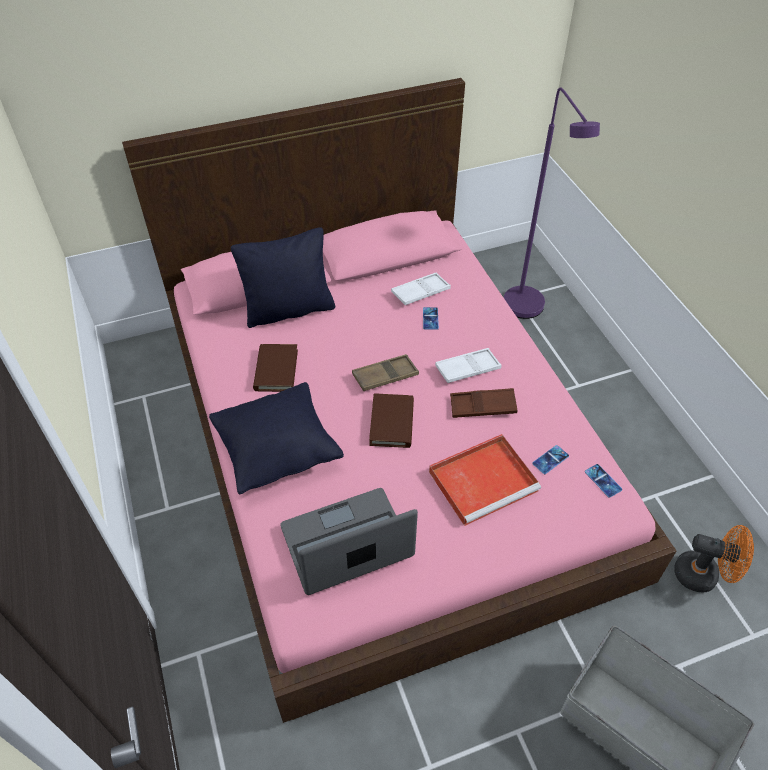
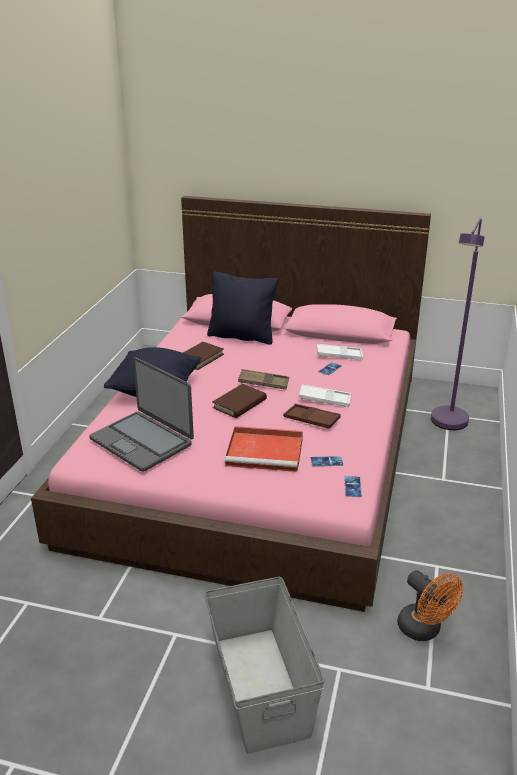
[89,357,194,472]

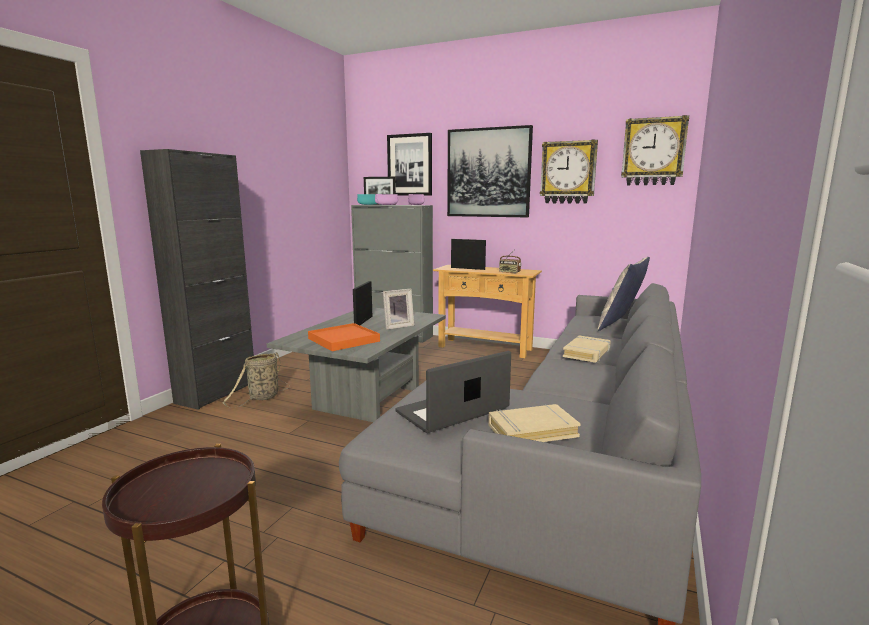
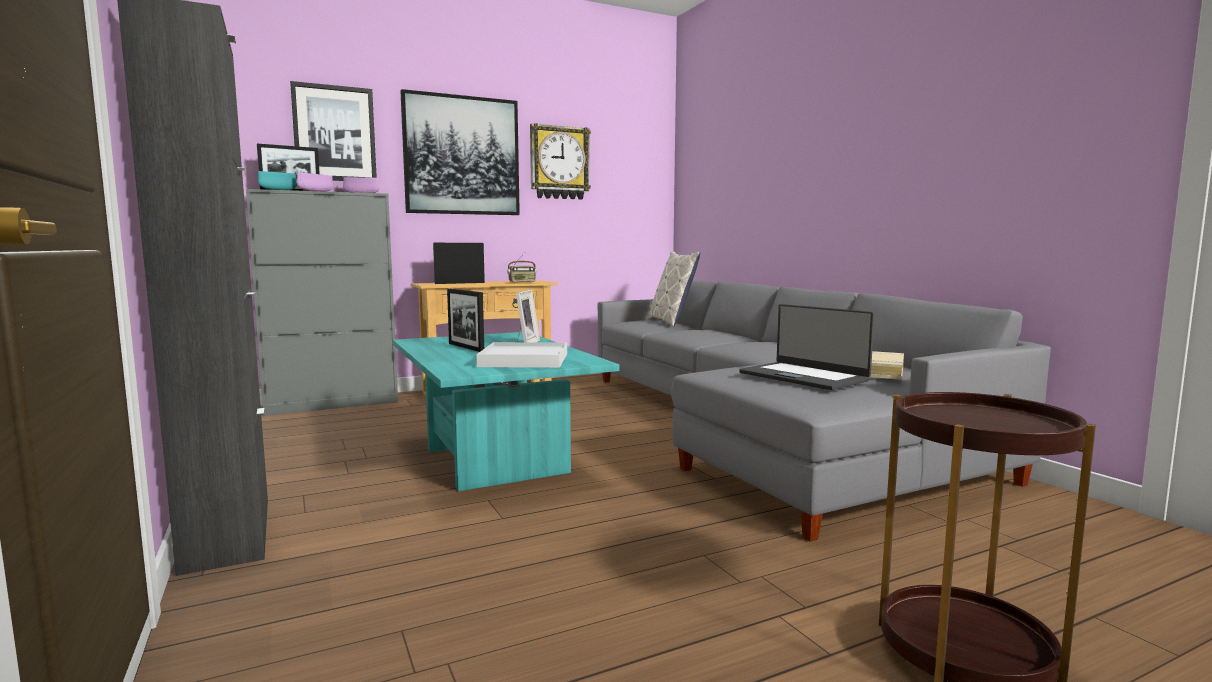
[621,115,689,185] (first image)
[393,332,619,491]
[476,342,567,368]
[563,335,611,363] (first image)
[739,304,875,390]
[223,352,290,408] (first image)

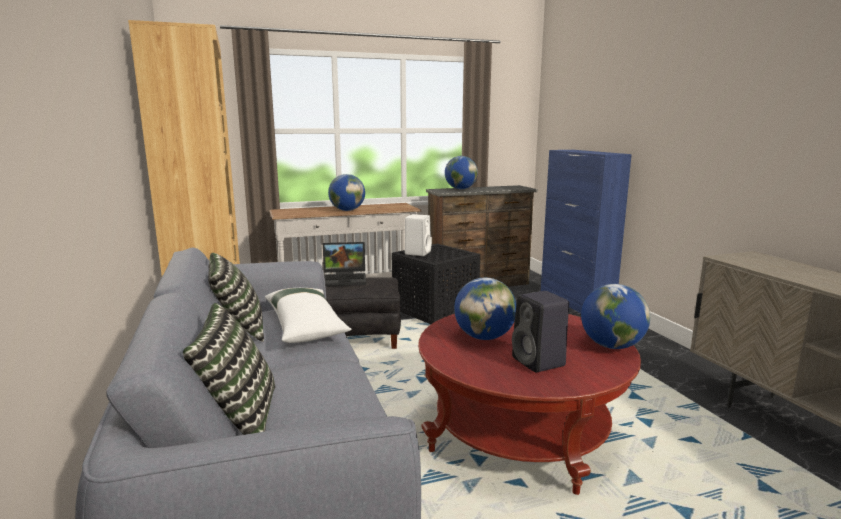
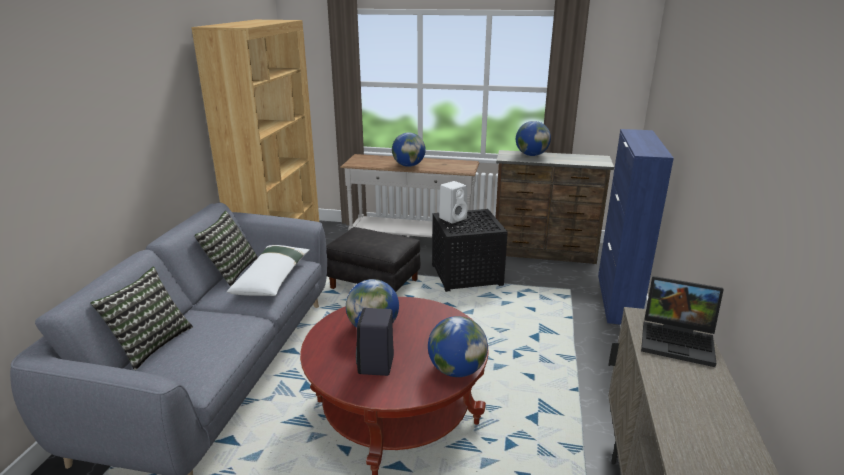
[641,276,724,367]

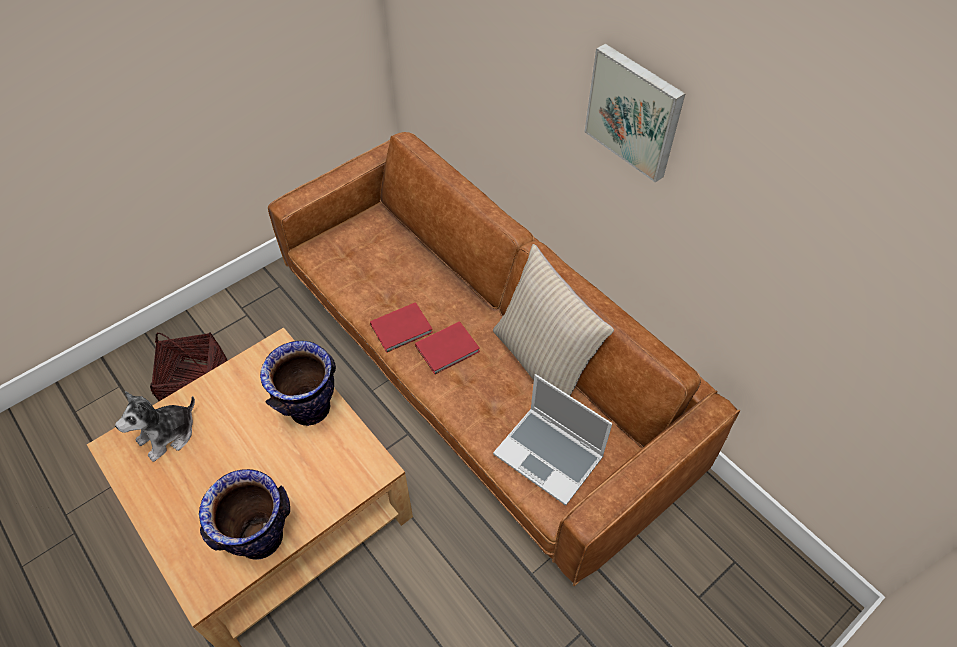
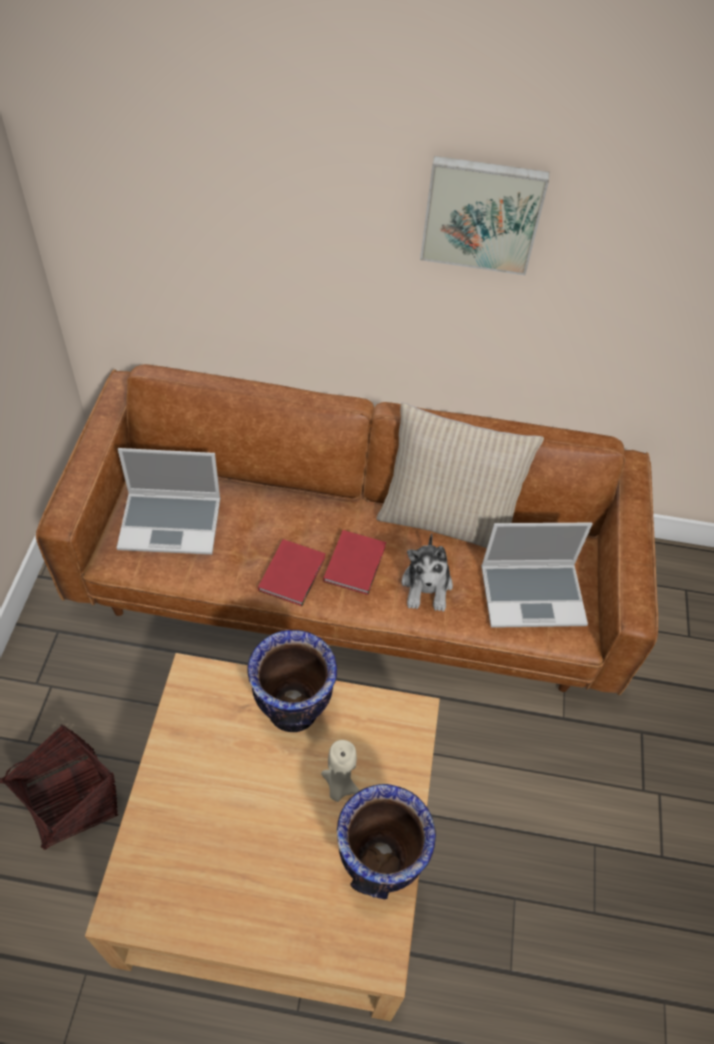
[402,533,453,611]
[117,448,220,555]
[321,740,360,802]

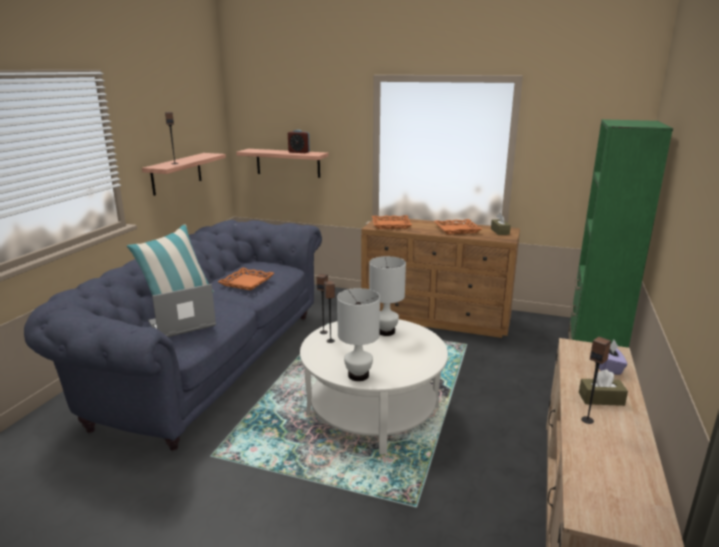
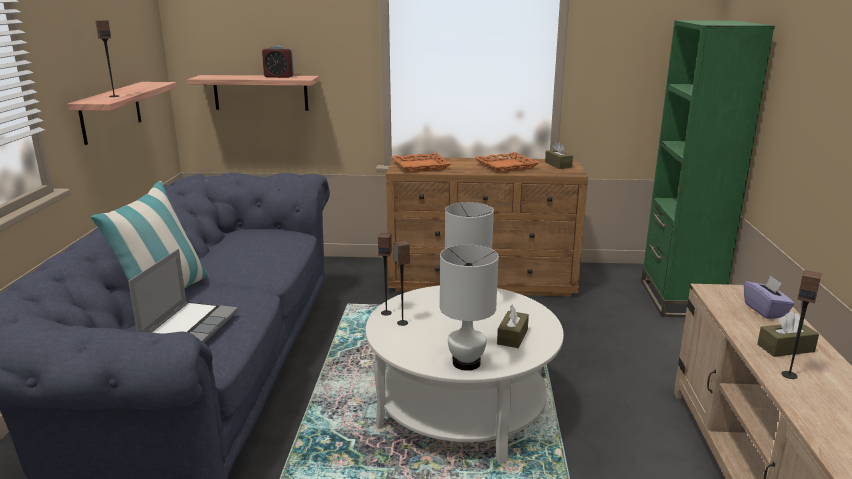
[218,268,274,290] (first image)
[128,249,238,343]
[497,305,529,348]

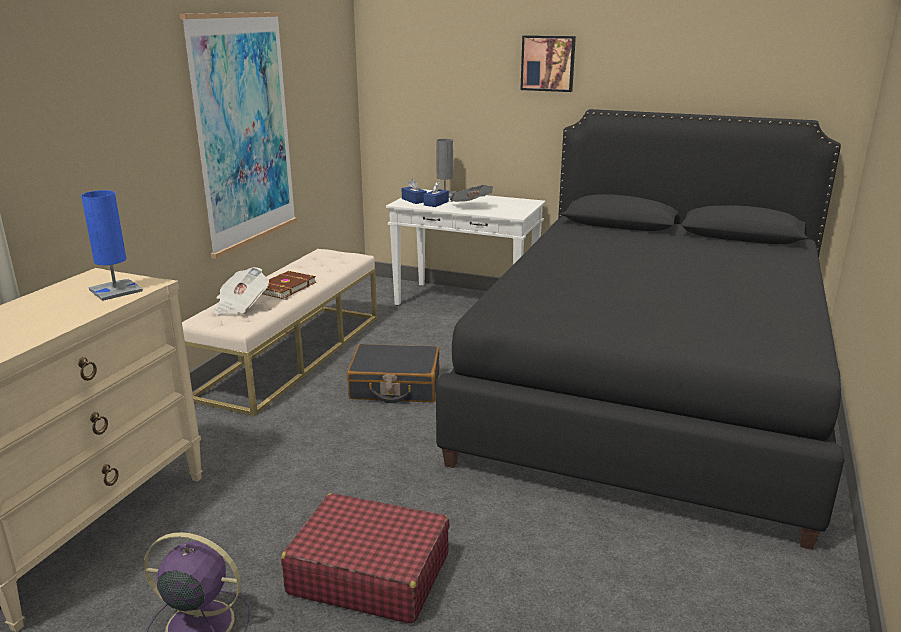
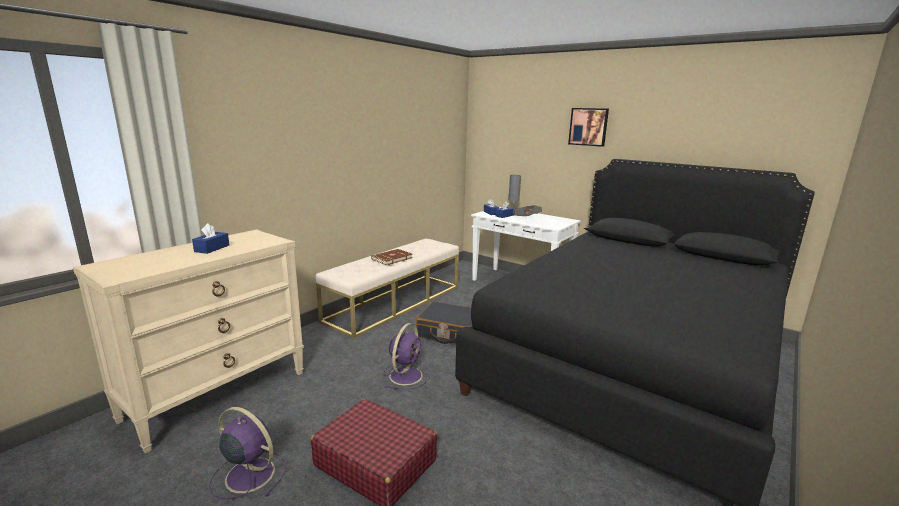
[179,12,297,259] (first image)
[81,190,143,301] (first image)
[213,267,269,315] (first image)
[192,223,229,254]
[384,323,431,390]

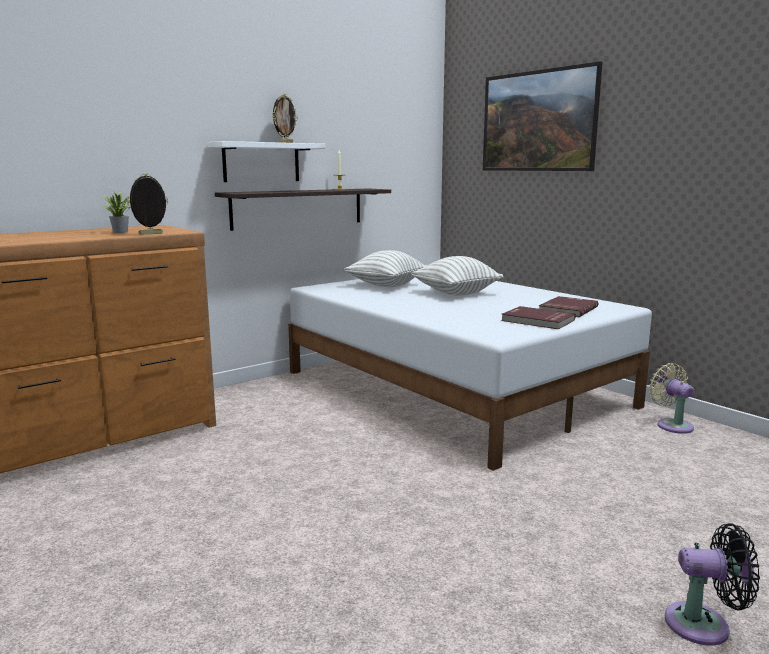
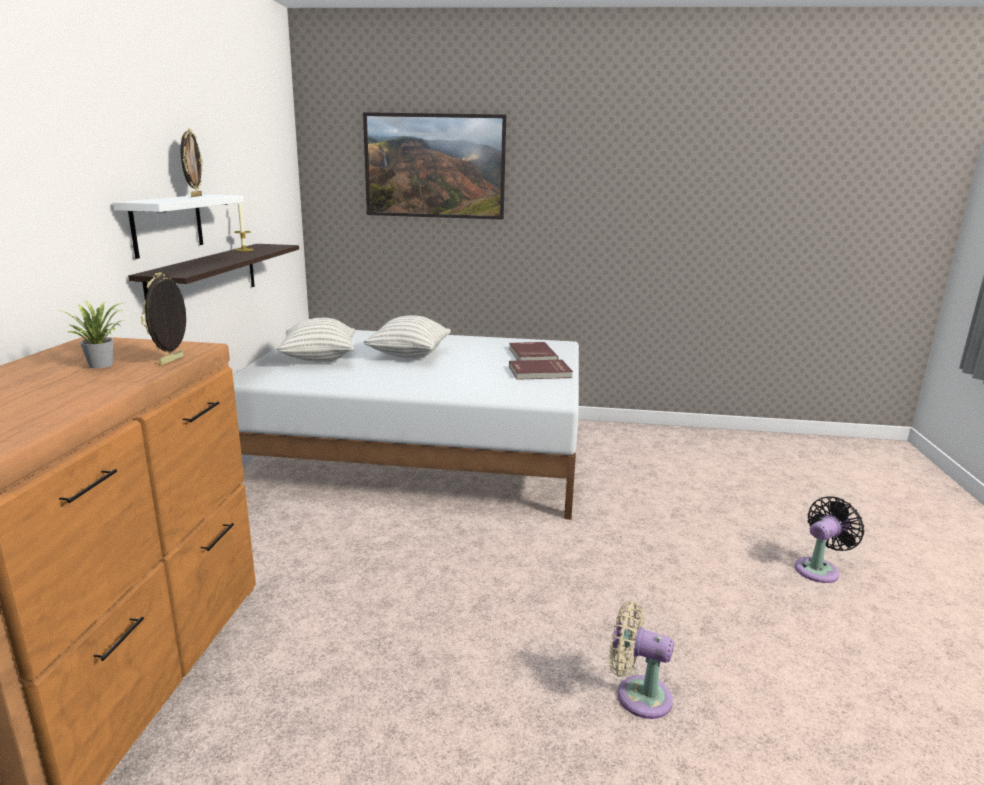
[609,601,674,719]

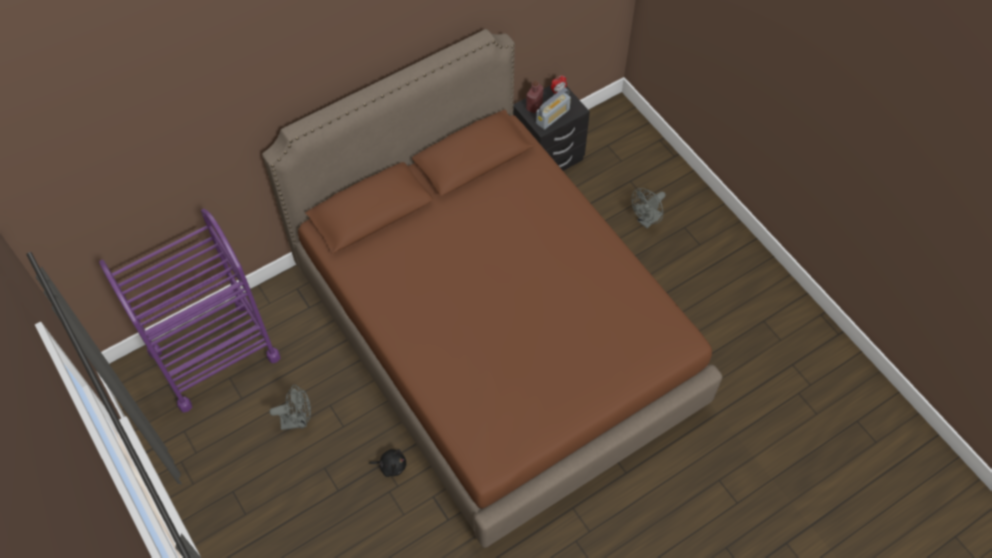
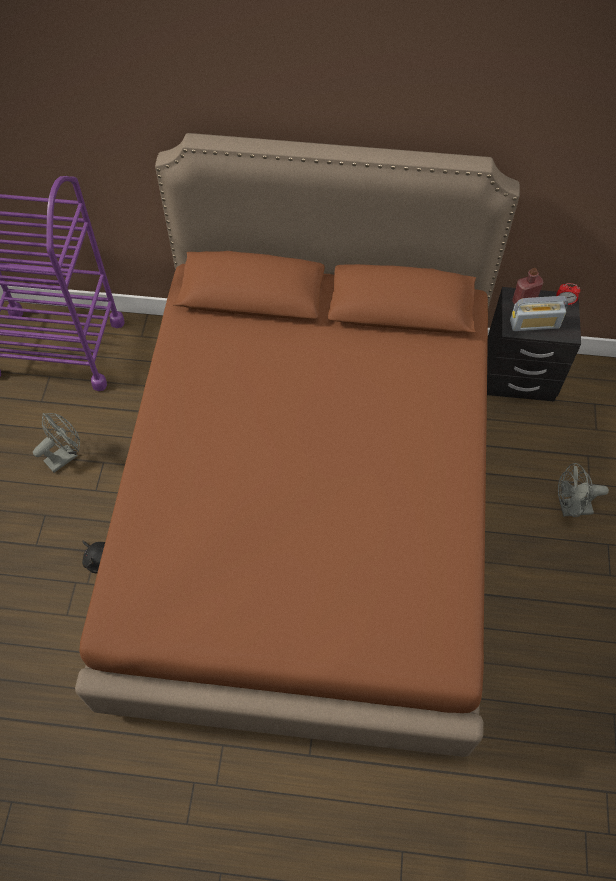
[33,413,80,473]

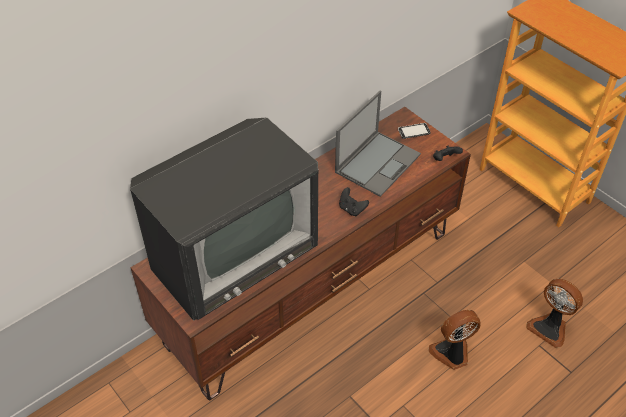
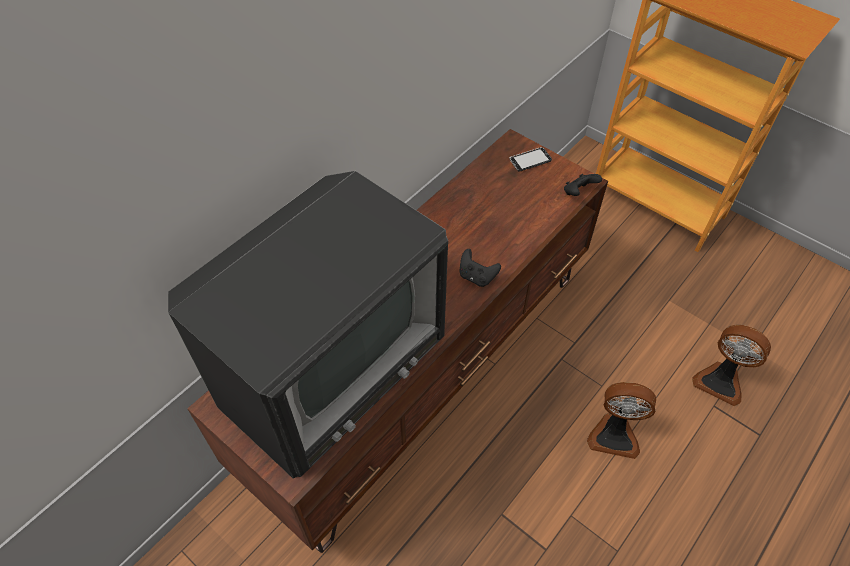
[335,91,421,197] (first image)
[587,382,656,459]

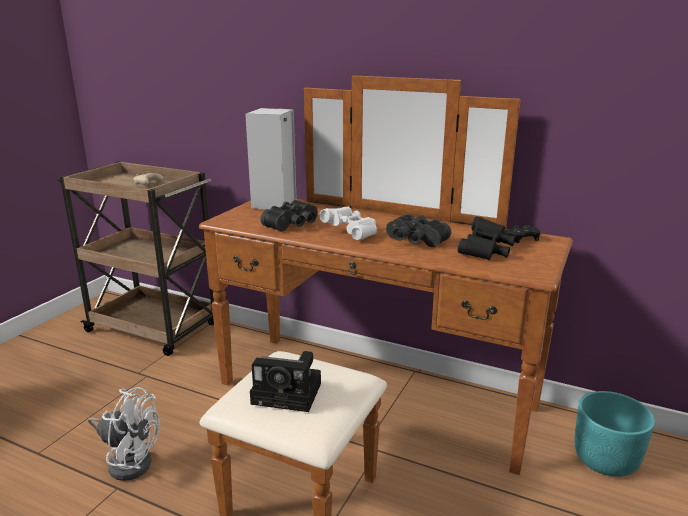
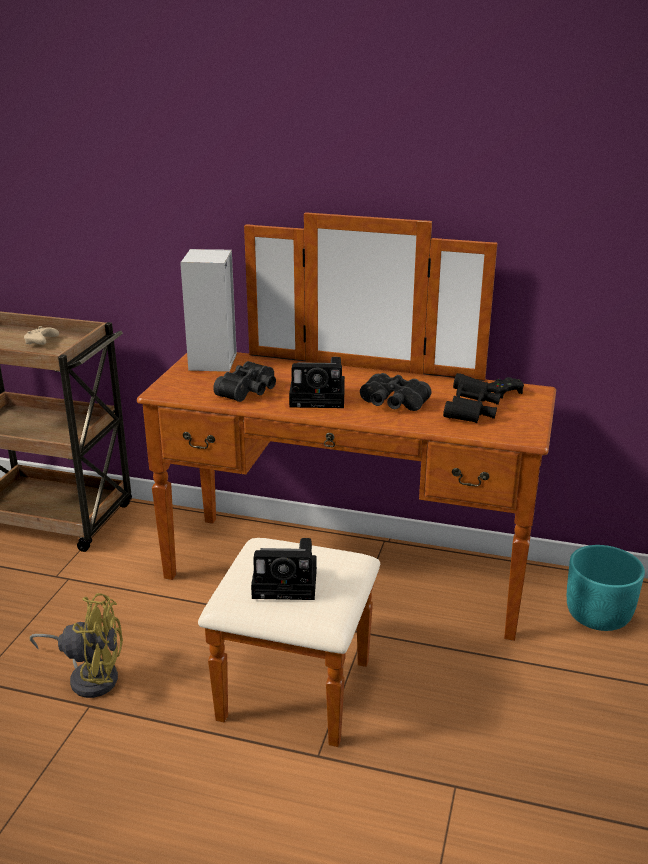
[289,357,345,408]
[30,593,123,698]

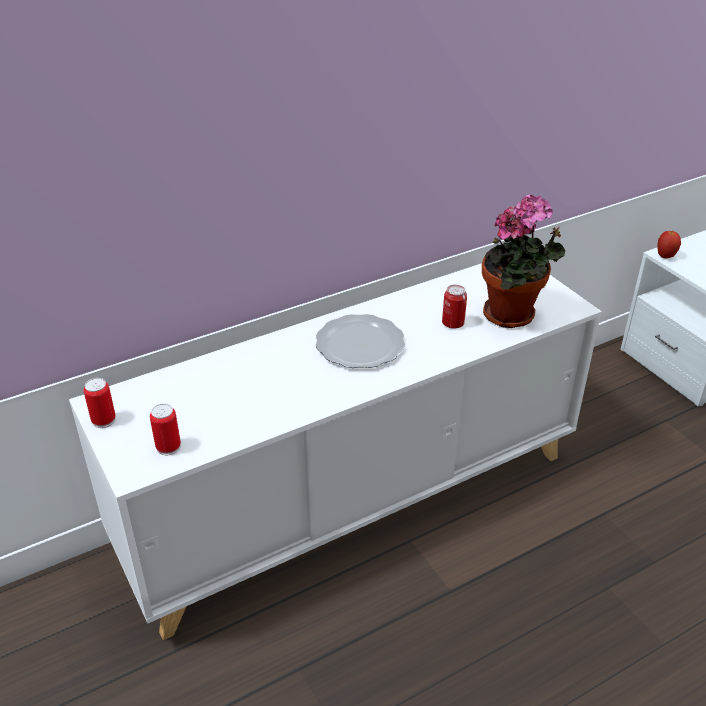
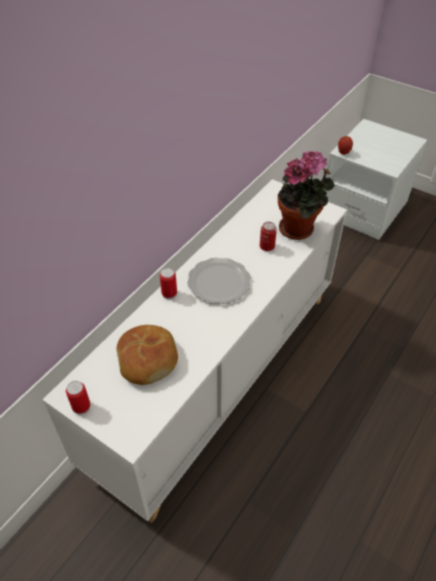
[160,268,177,299]
[116,325,178,385]

